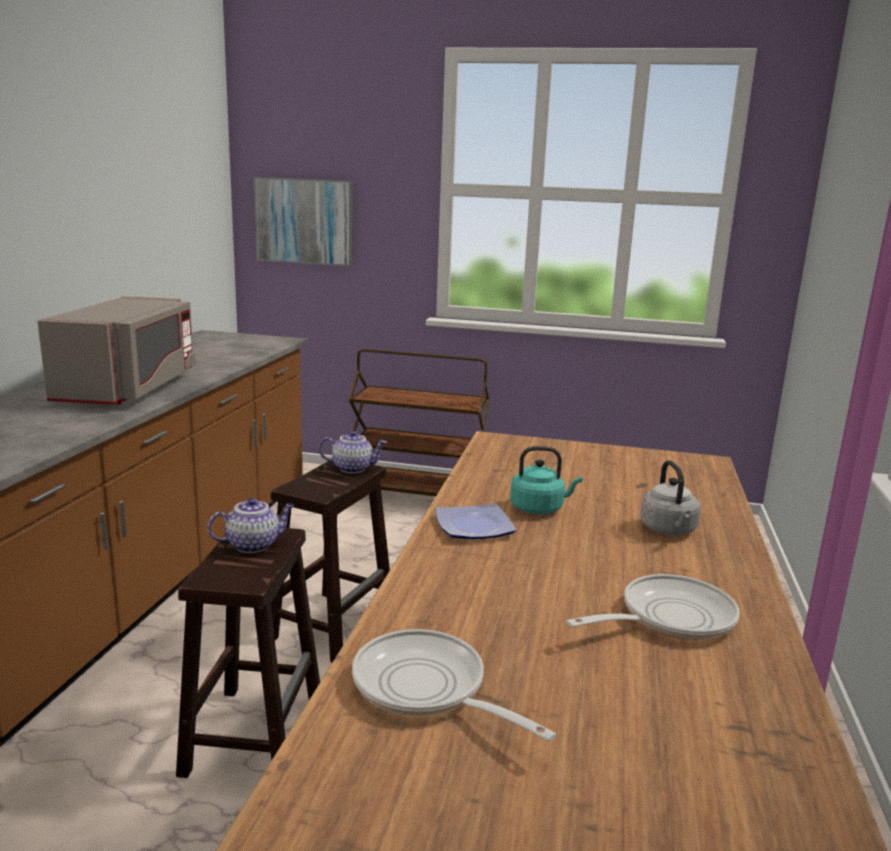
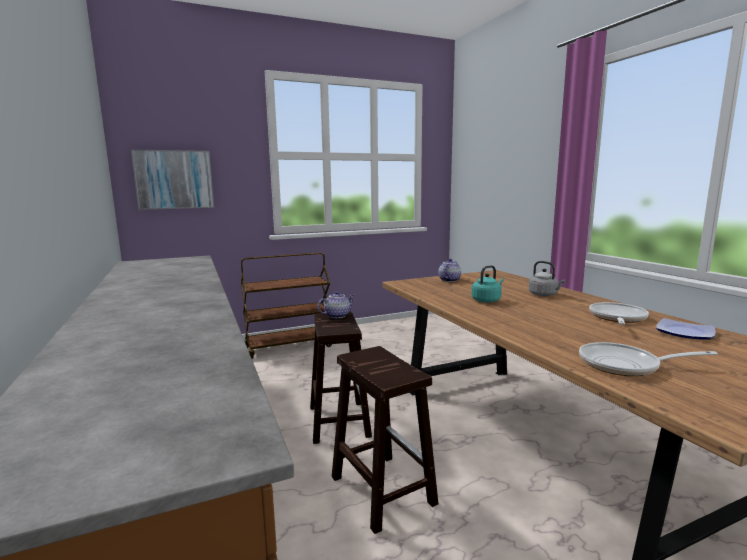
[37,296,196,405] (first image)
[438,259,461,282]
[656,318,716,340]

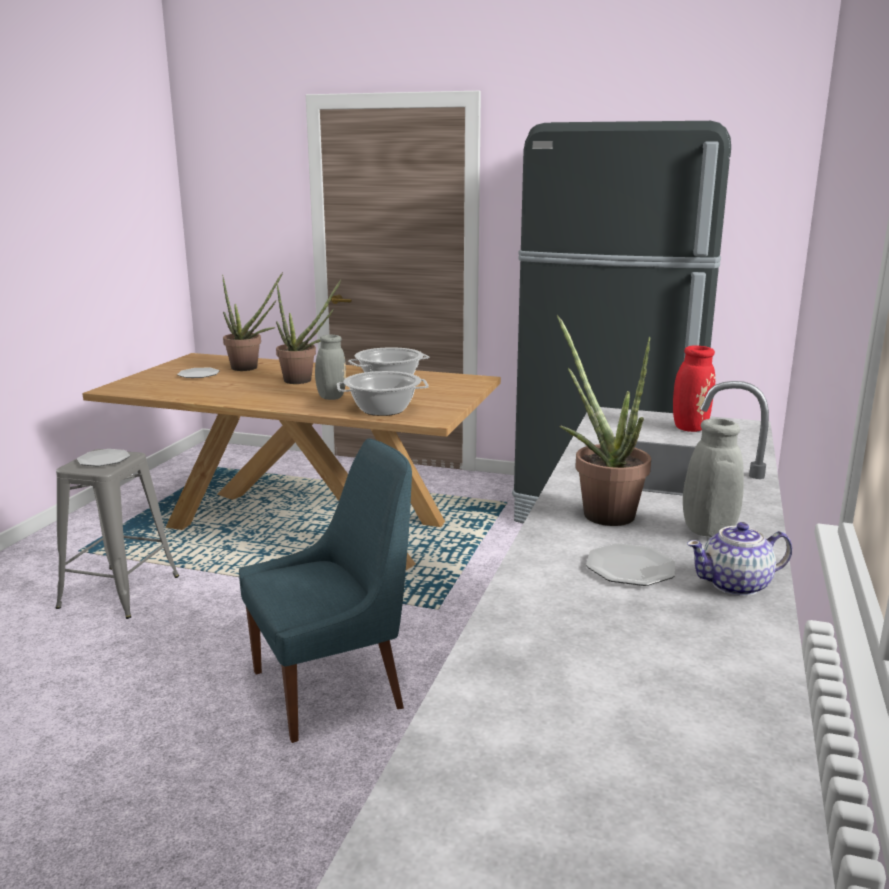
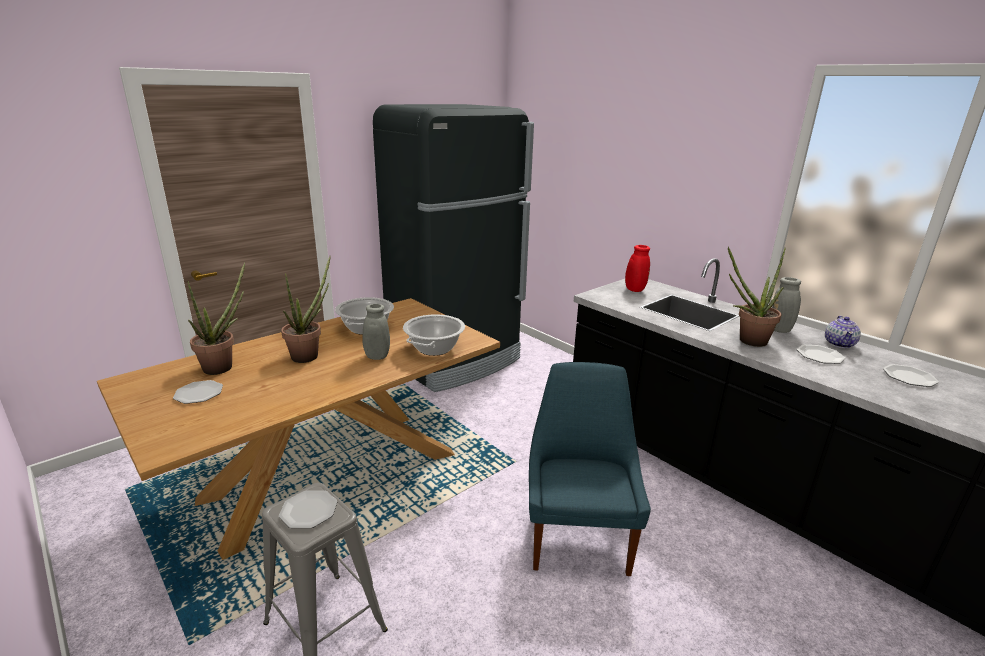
[883,364,939,387]

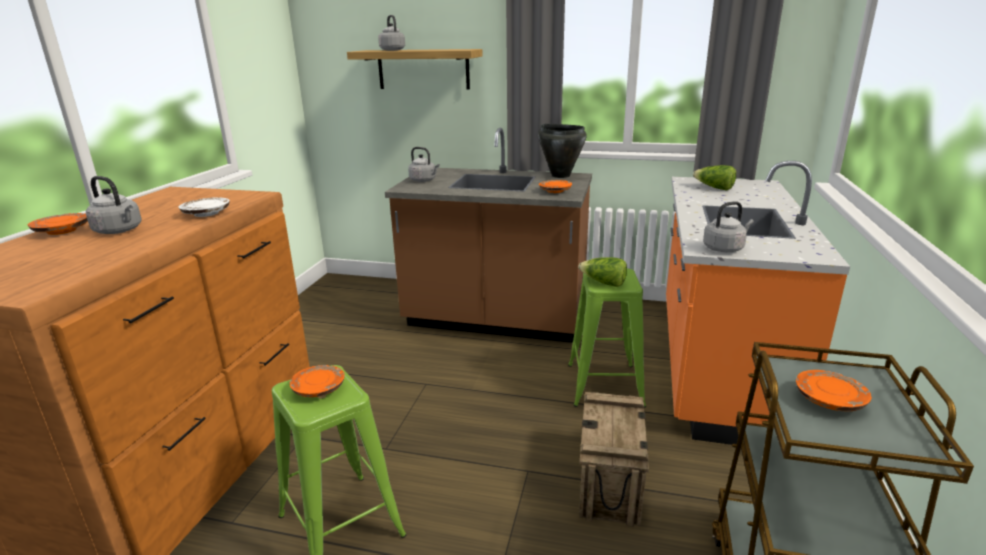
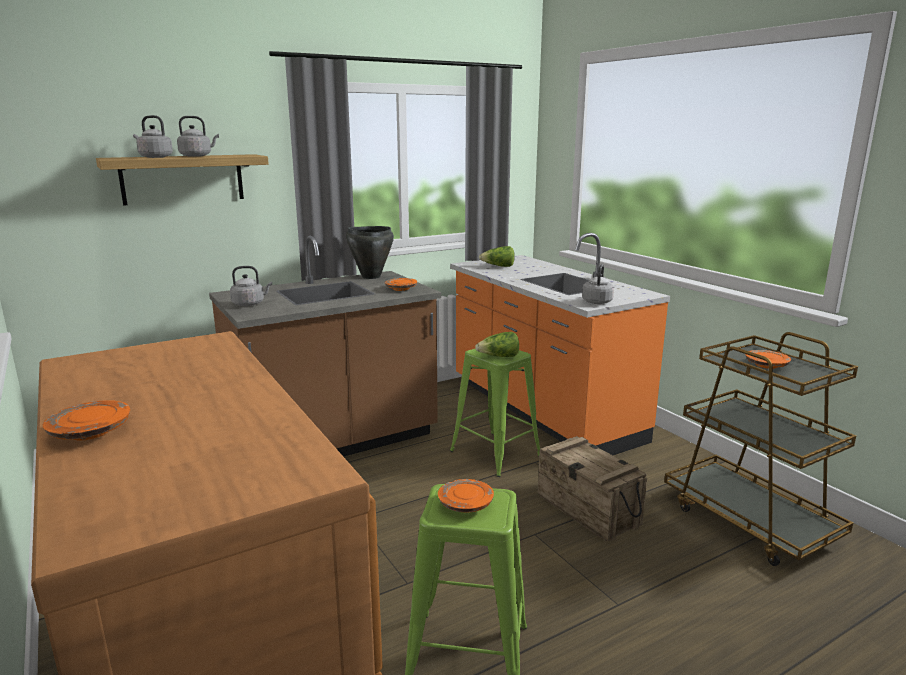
[177,116,219,157]
[178,197,230,217] (first image)

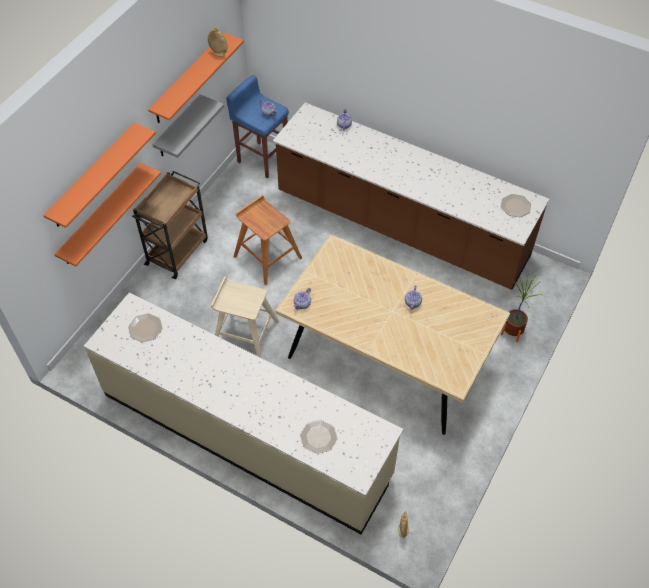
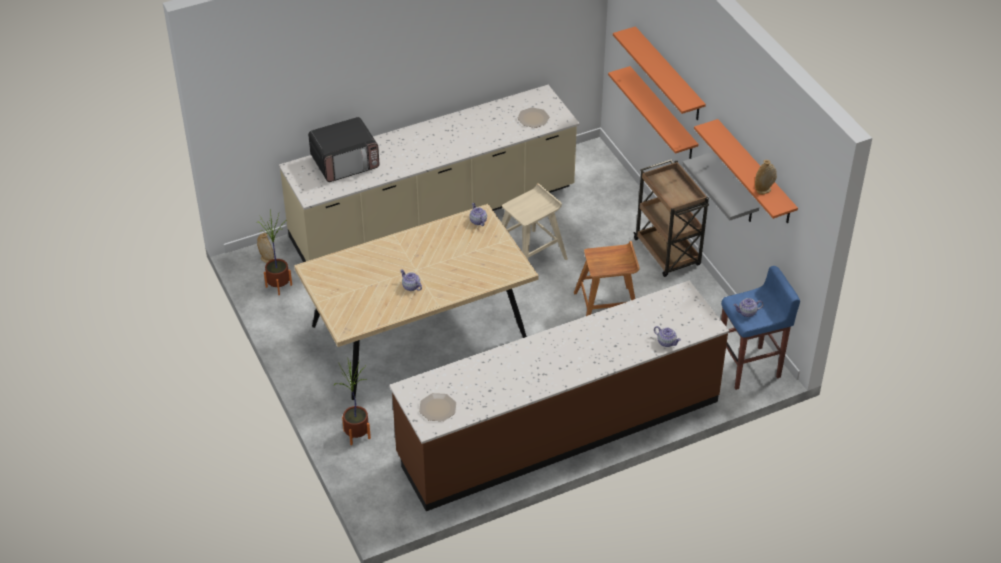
[308,117,380,182]
[259,209,292,295]

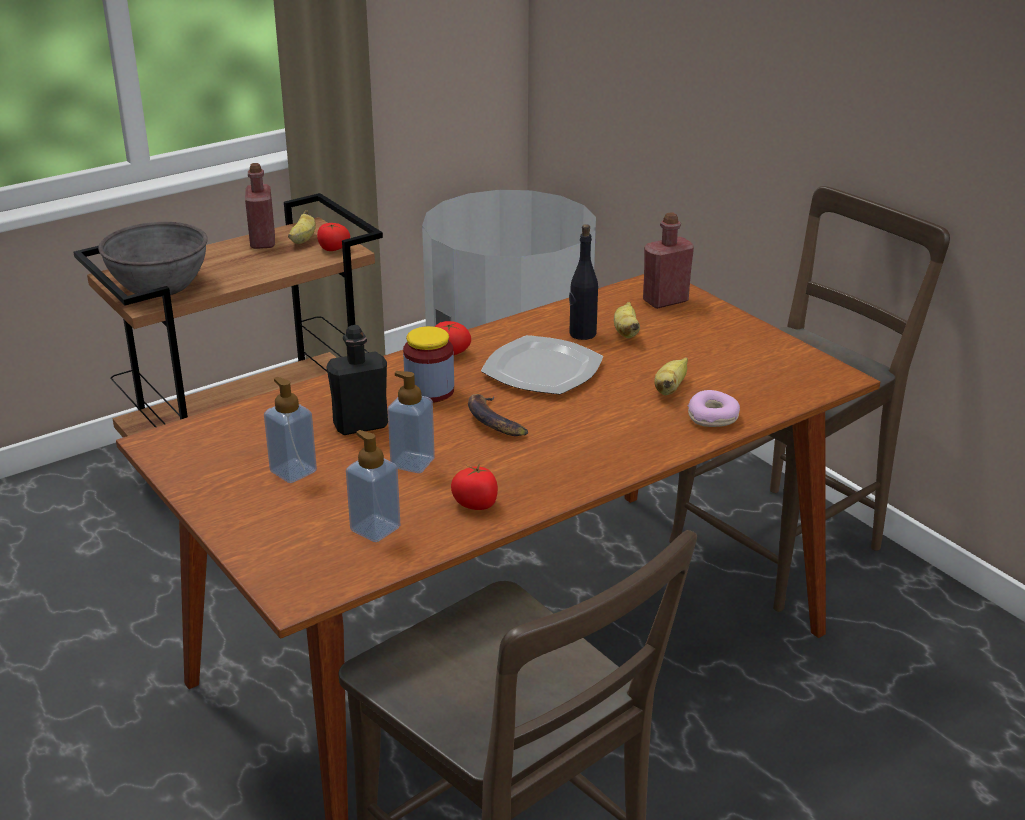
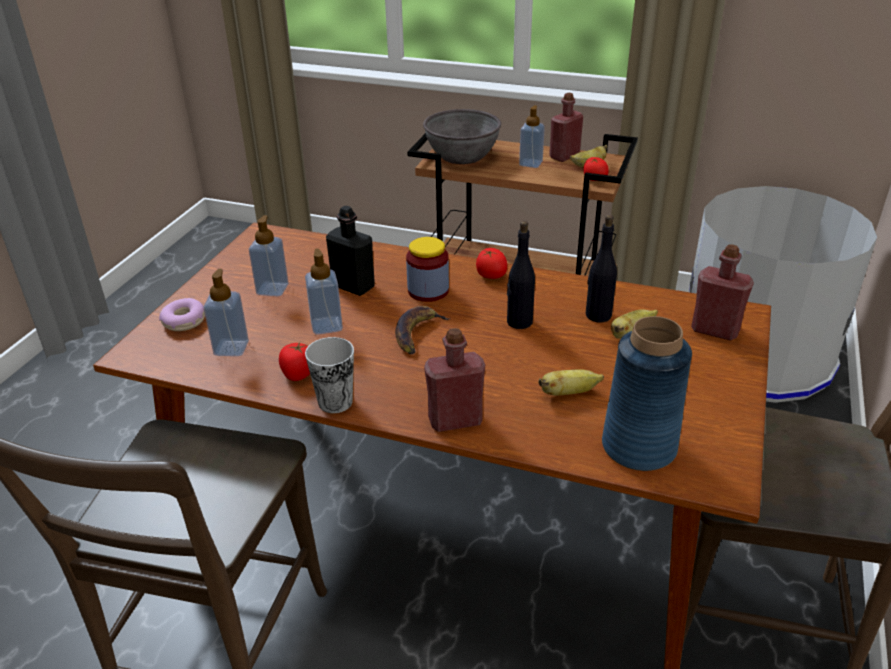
[507,221,535,329]
[159,298,205,331]
[519,105,545,168]
[602,316,692,471]
[424,328,485,432]
[305,337,354,413]

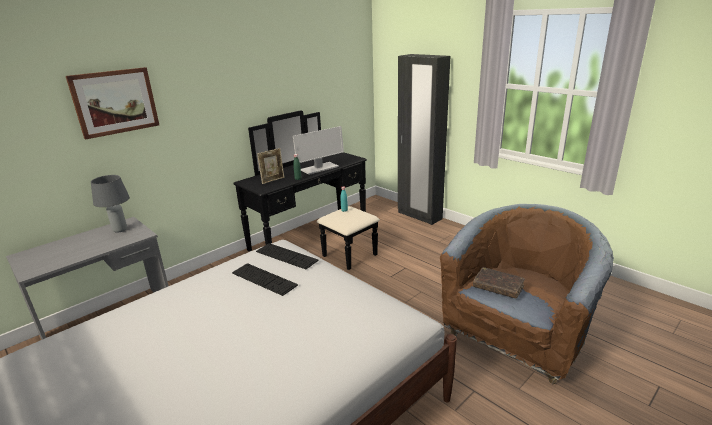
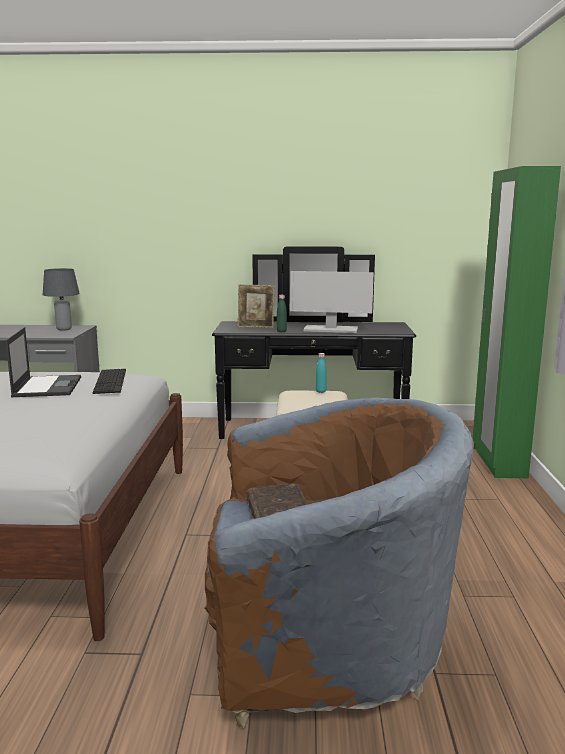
[473,166,561,478]
[66,67,159,140] (first image)
[6,327,81,397]

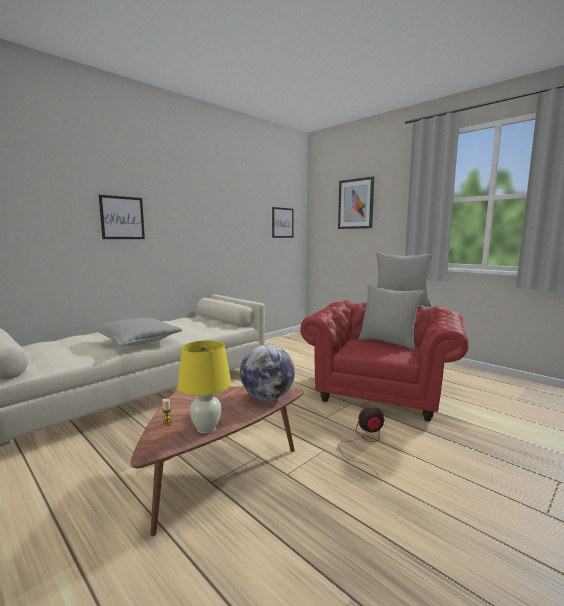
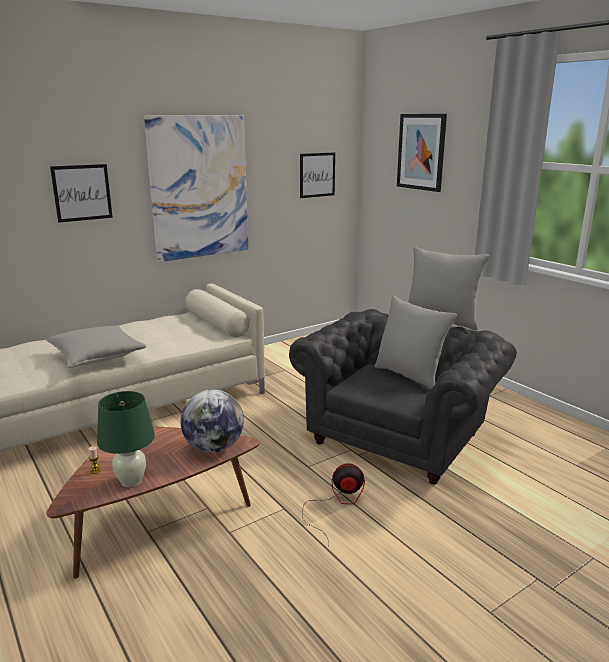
[289,309,517,484]
[97,391,155,487]
[144,115,248,262]

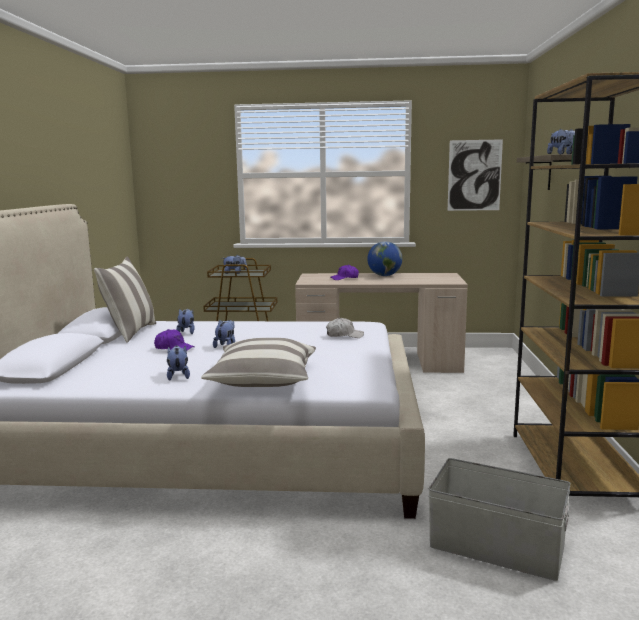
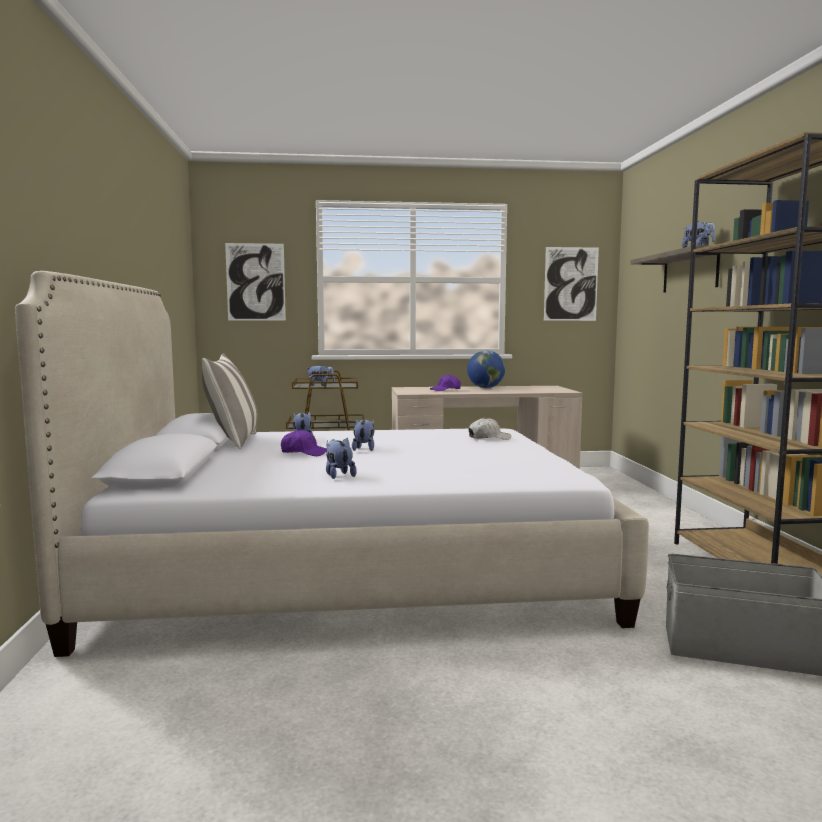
[201,338,316,387] (first image)
[225,243,286,321]

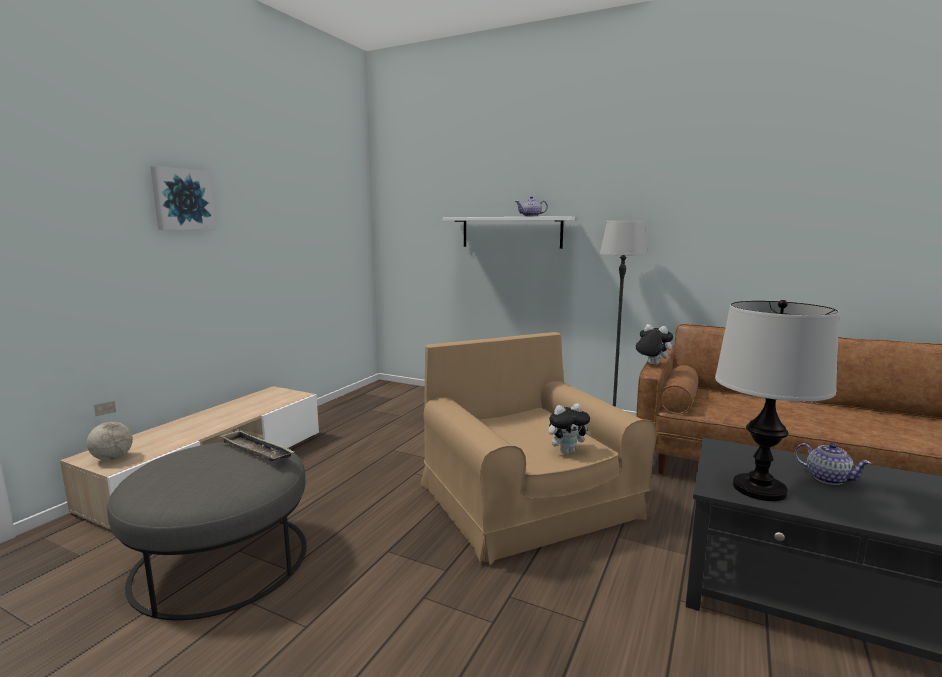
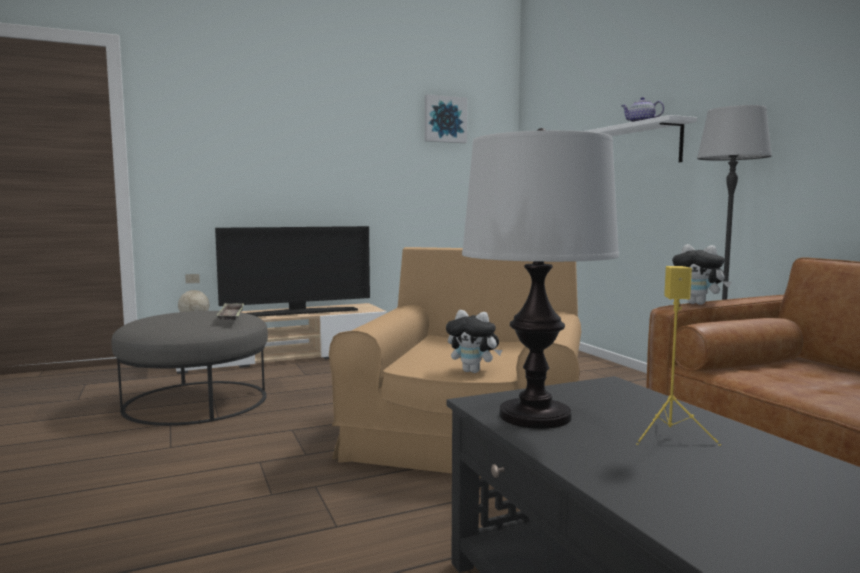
[425,95,467,143]
[672,244,731,305]
[636,266,721,446]
[215,226,370,317]

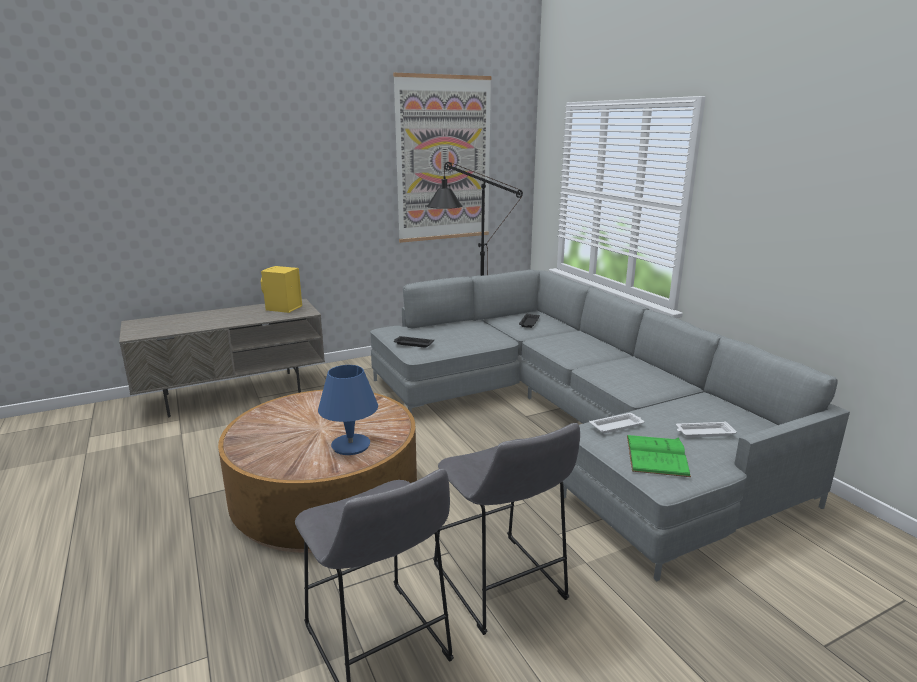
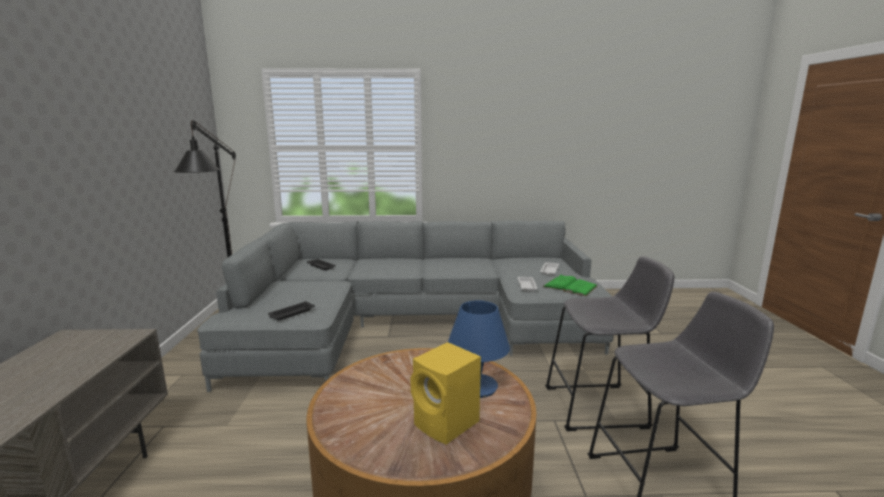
[393,73,492,243] (first image)
[411,342,481,445]

